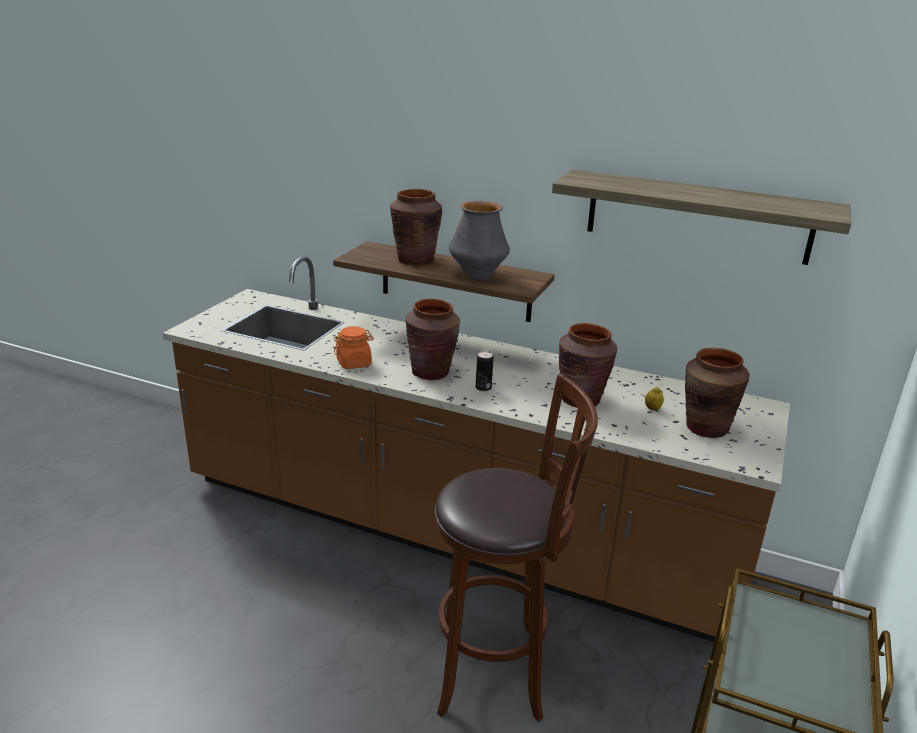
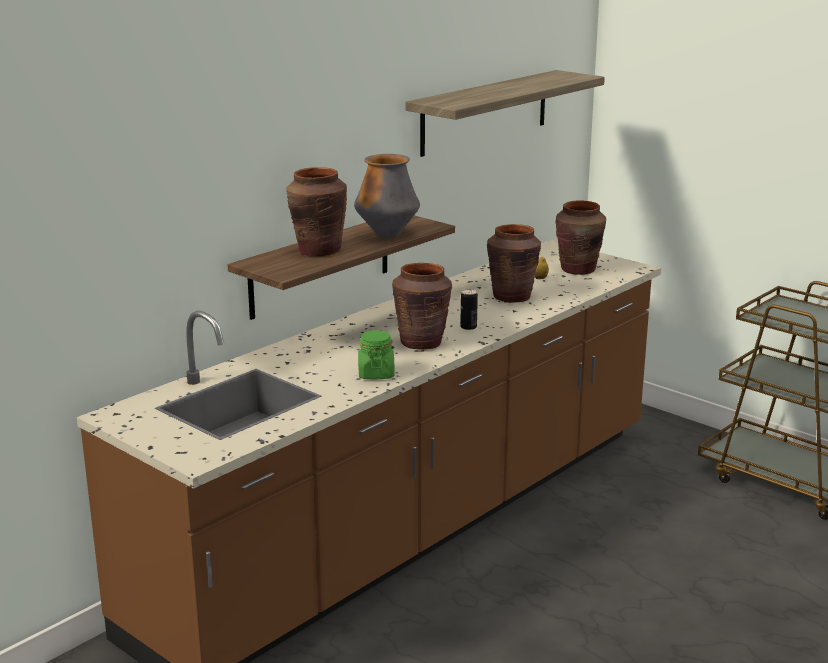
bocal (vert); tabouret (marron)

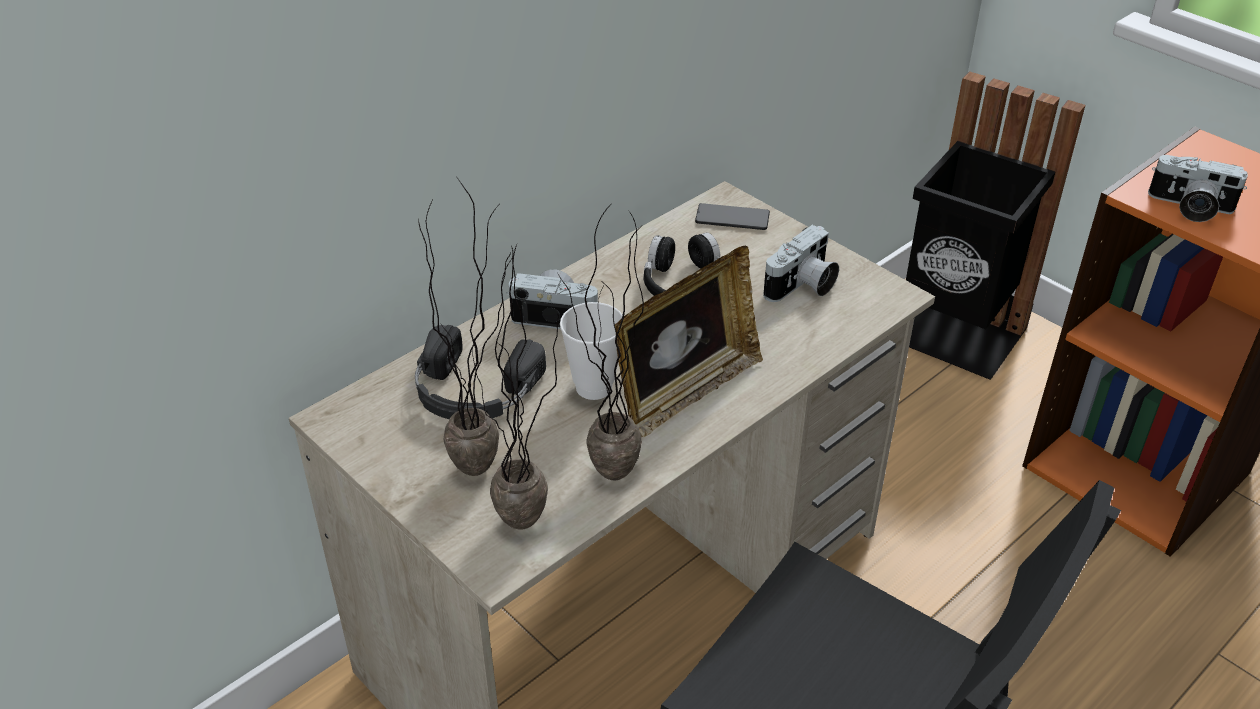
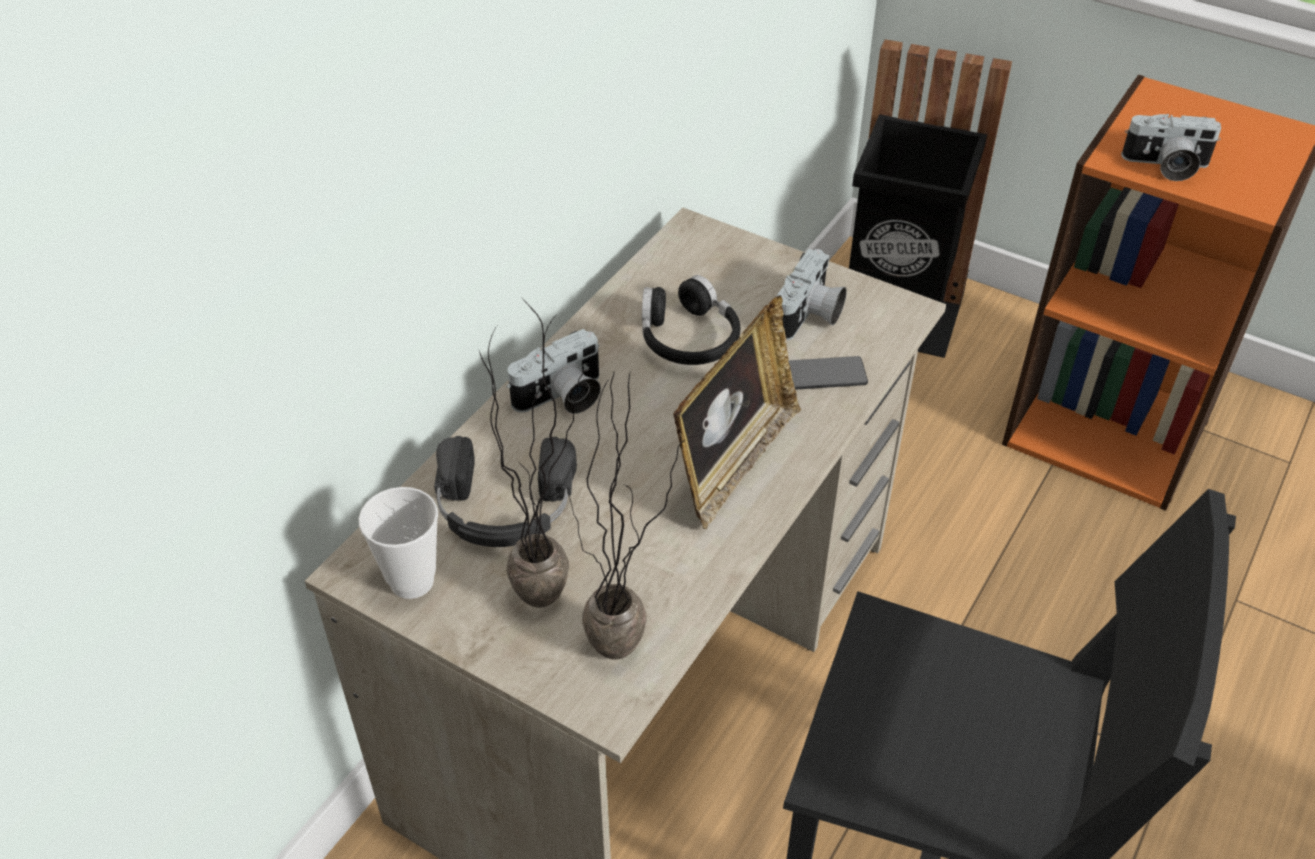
appareil photo (1st from left); plante en pot (3rd from left in the first image); tasse; téléphone

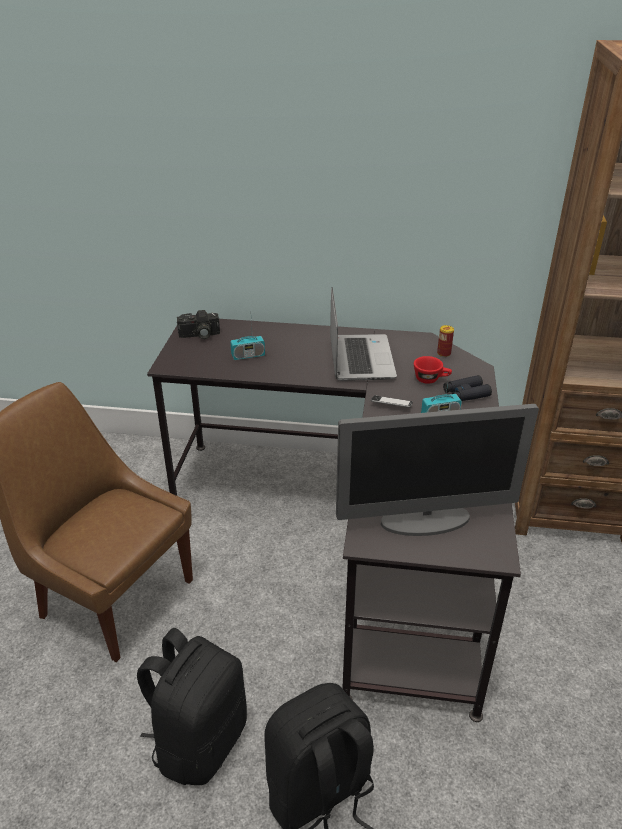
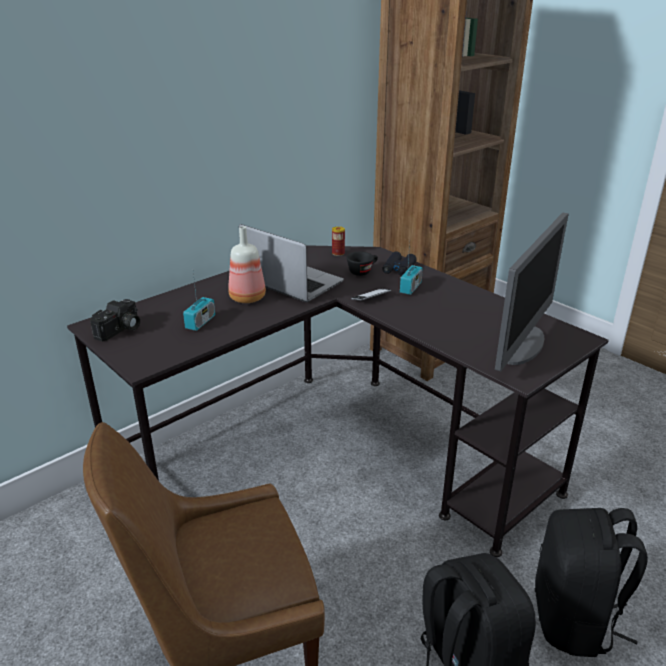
tasse (noir); bouteille

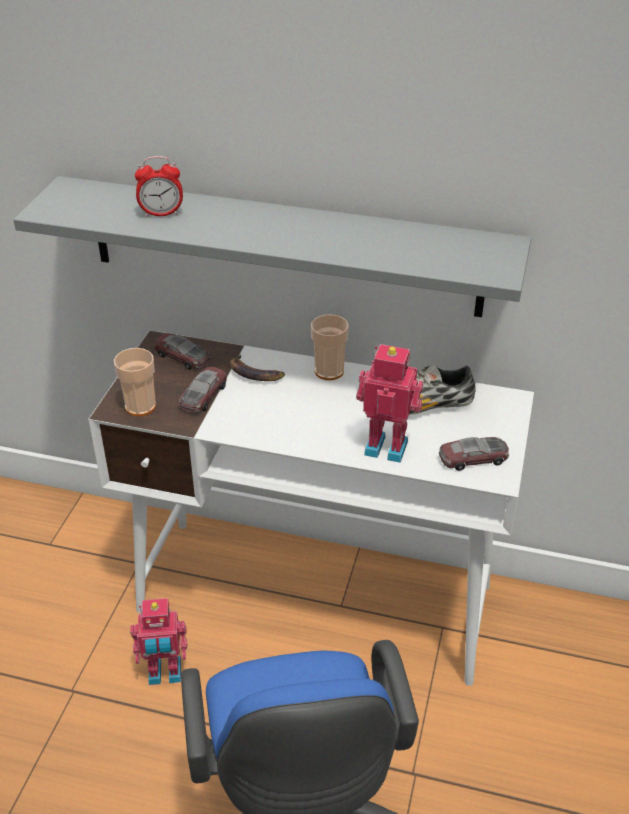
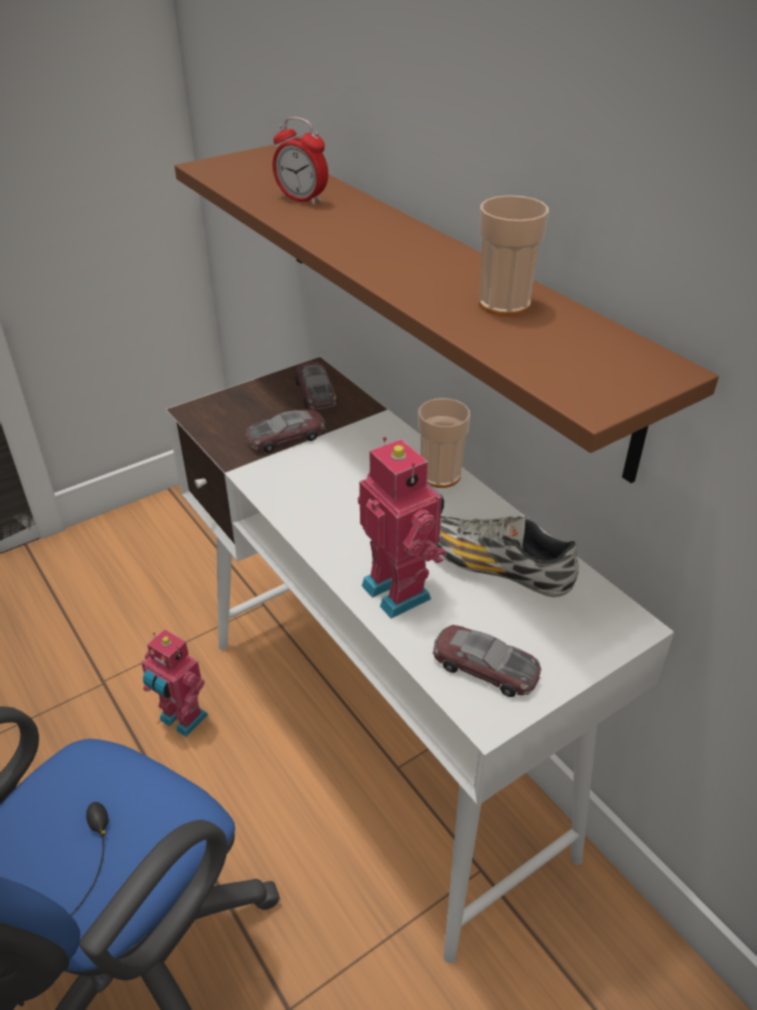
étagère (marron); tasse (2nd from left); banane

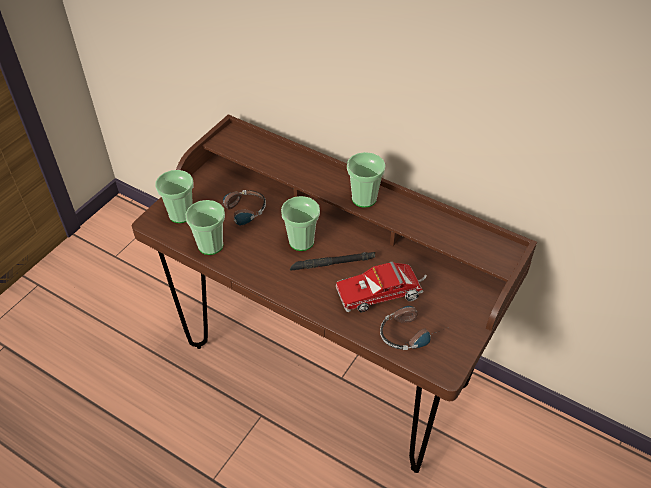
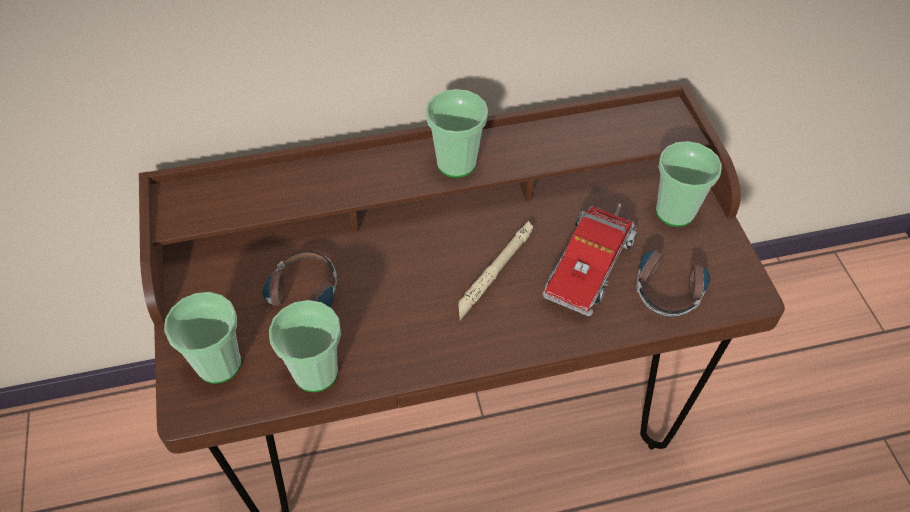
tasse (4th from left); lampe de poche (beige)

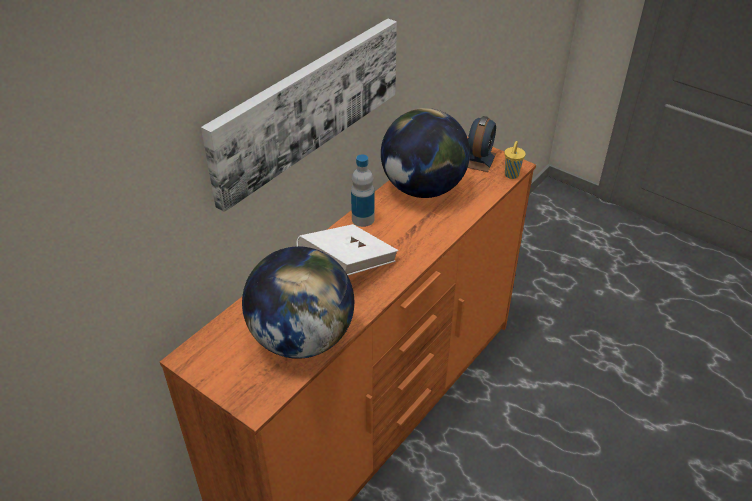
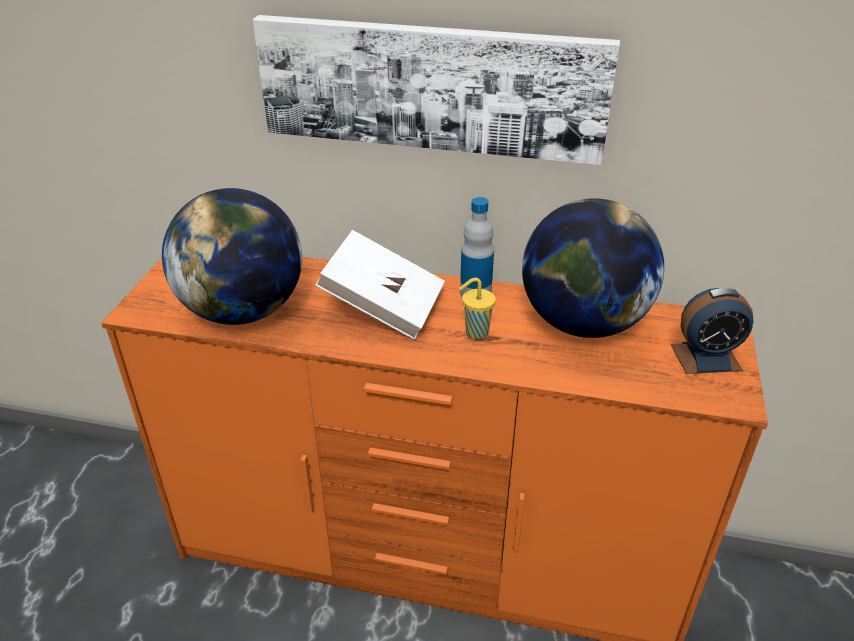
tasse (jaune)

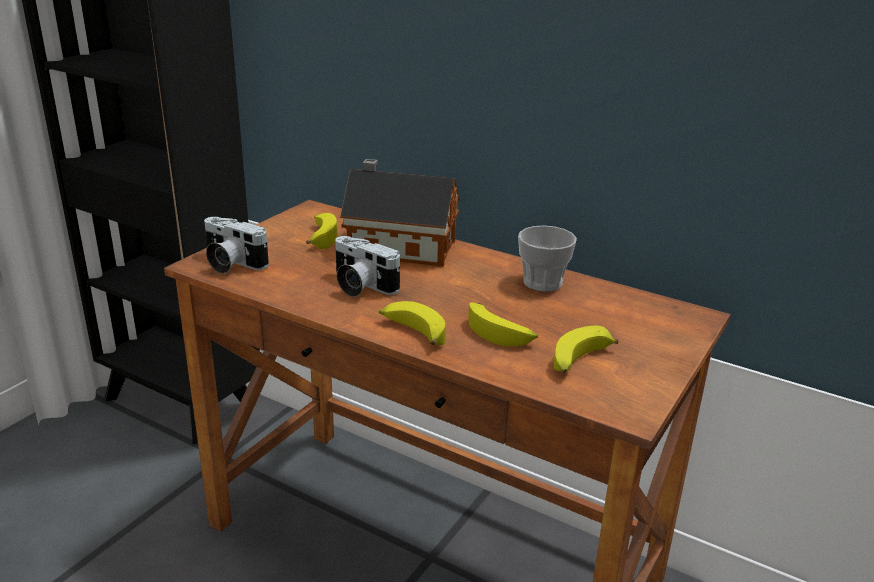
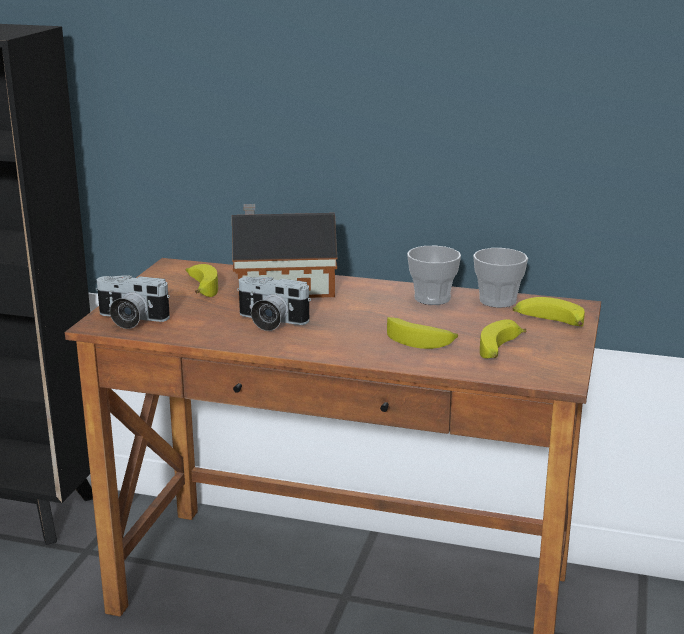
banane (4th from left); tasse (2nd from left)

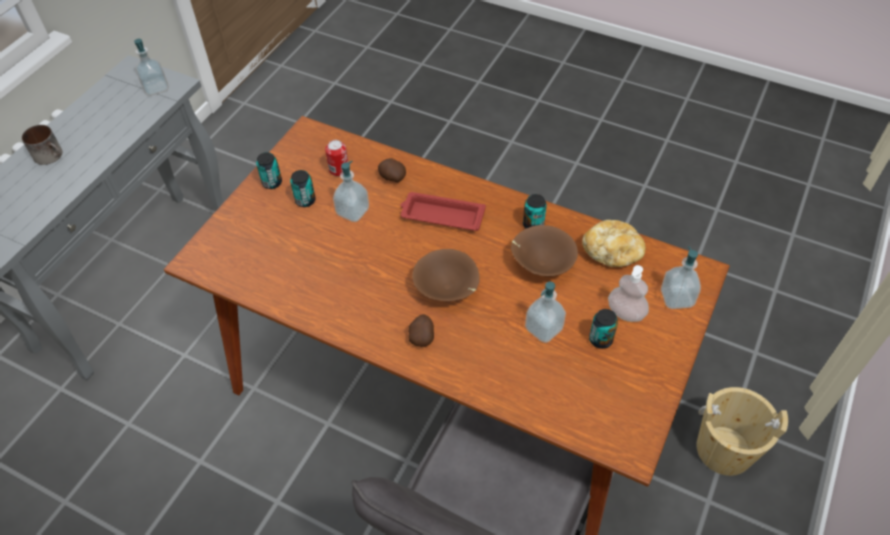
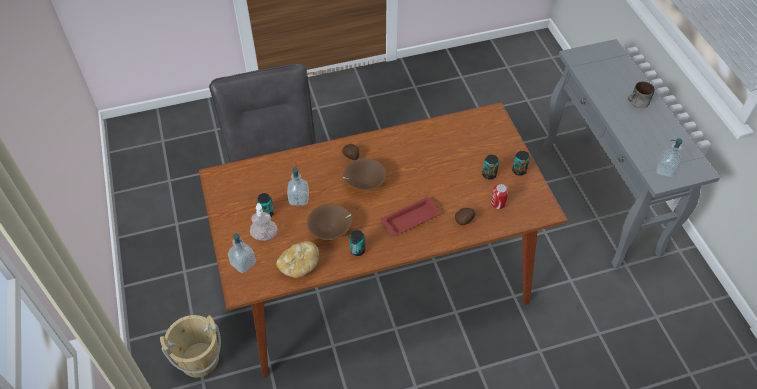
distributeur de savon (2nd from left in the first image)

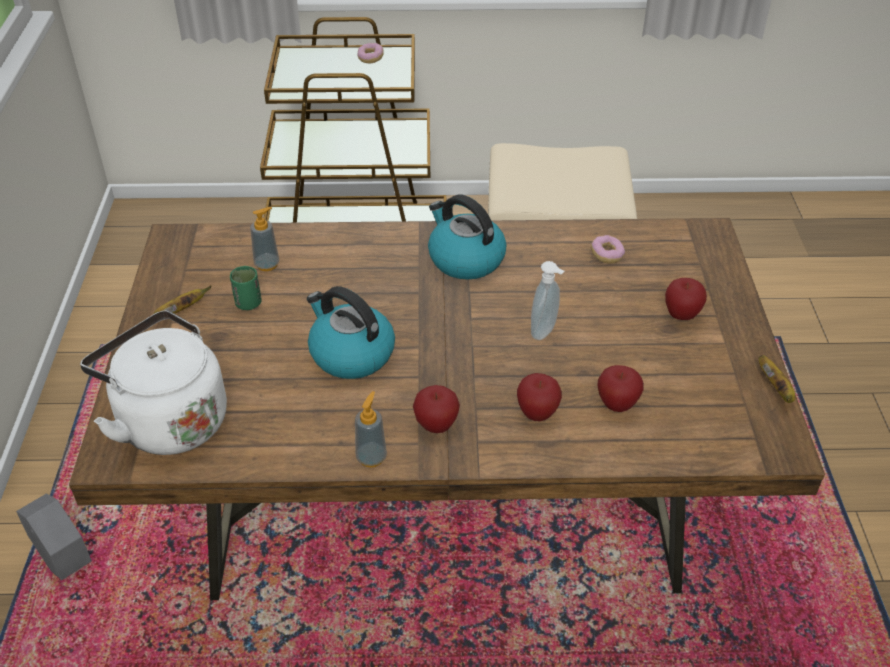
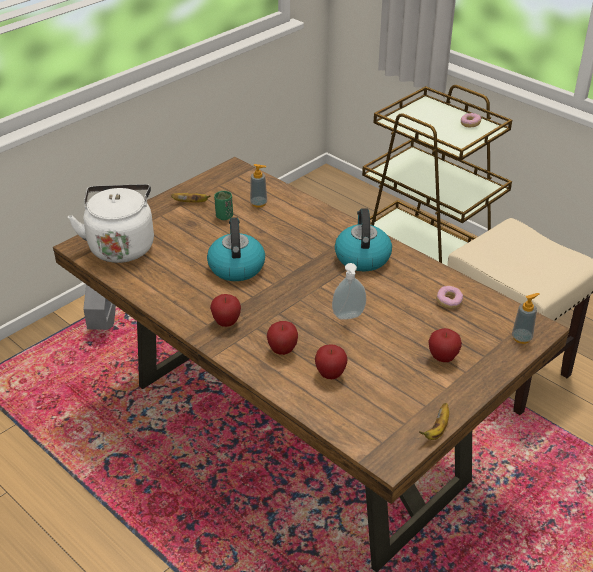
distributeur de savon (3rd from left)

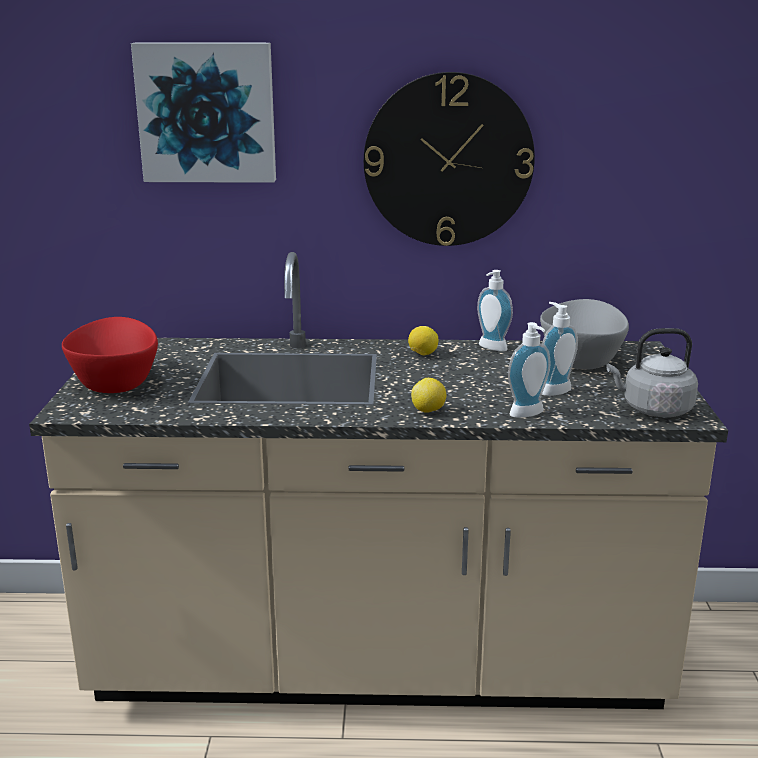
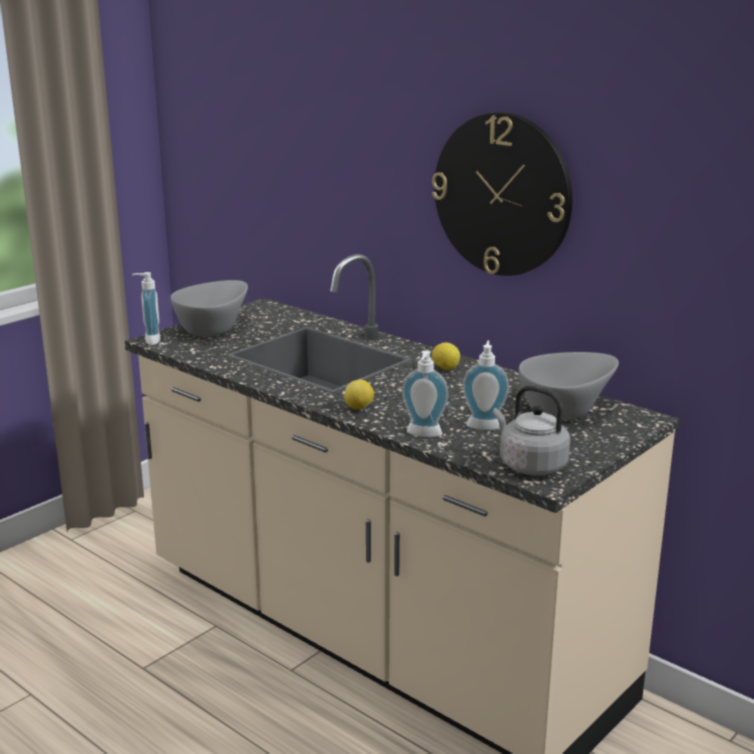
bol (gris) (1st from left); tableau; distributeur de savon (1st from left)

